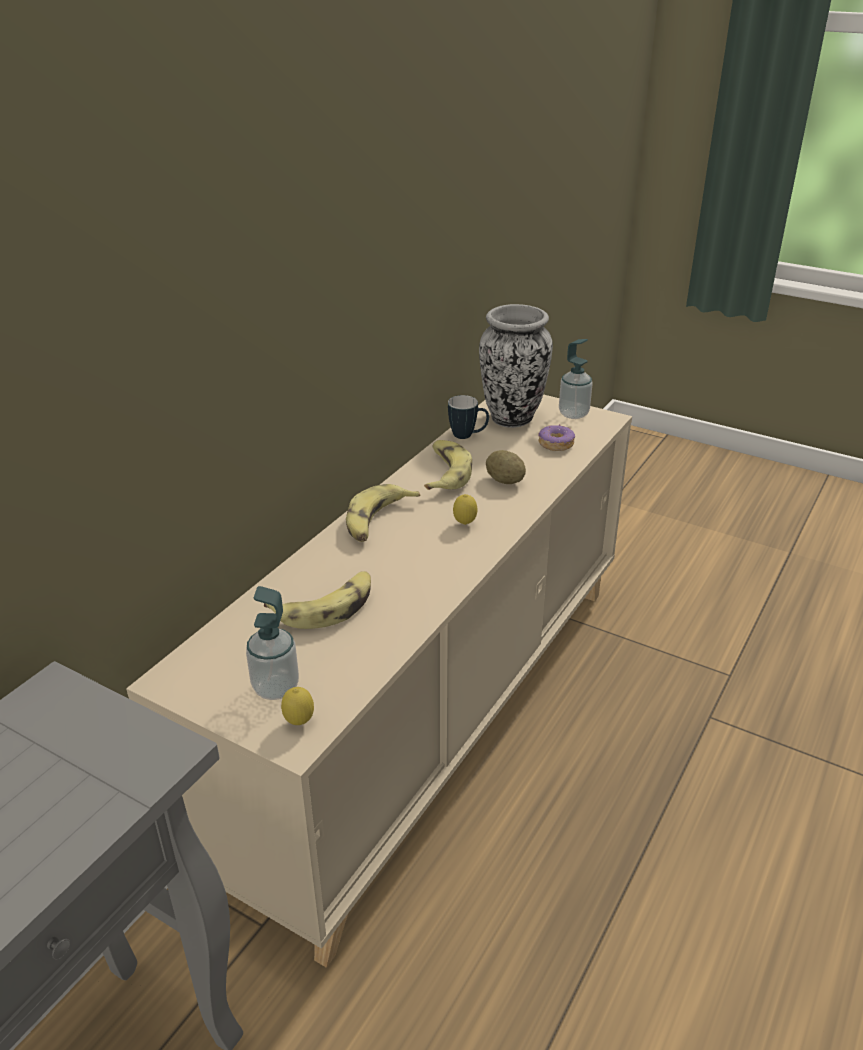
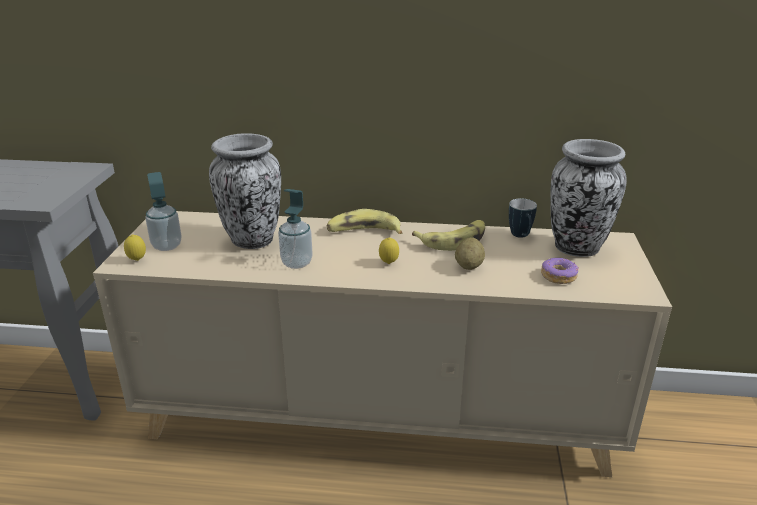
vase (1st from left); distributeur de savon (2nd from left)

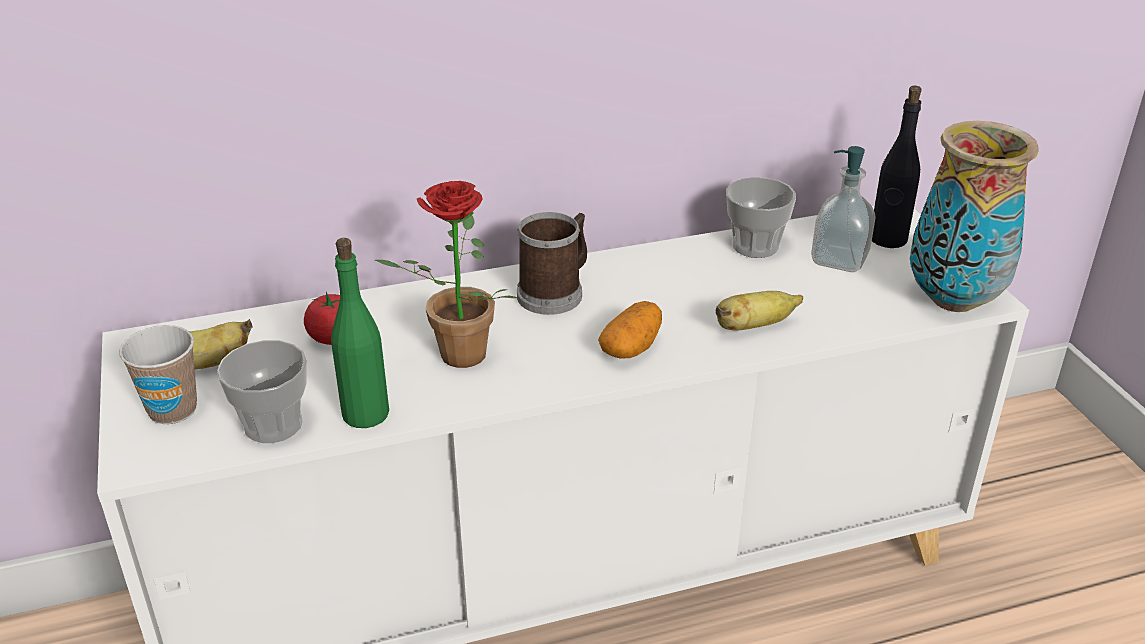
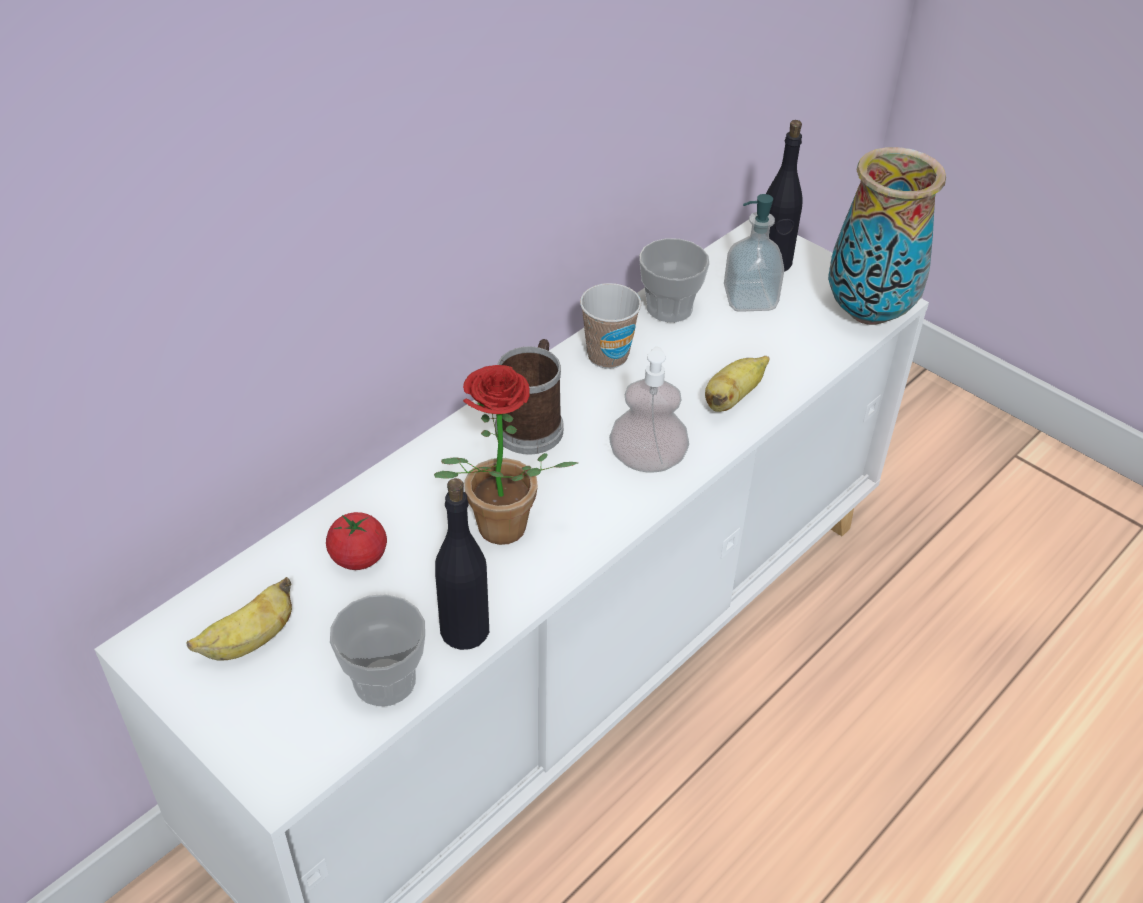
tasse (2nd from left); bouteille (noir) (1st from left); distributeur de savon (1st from left)

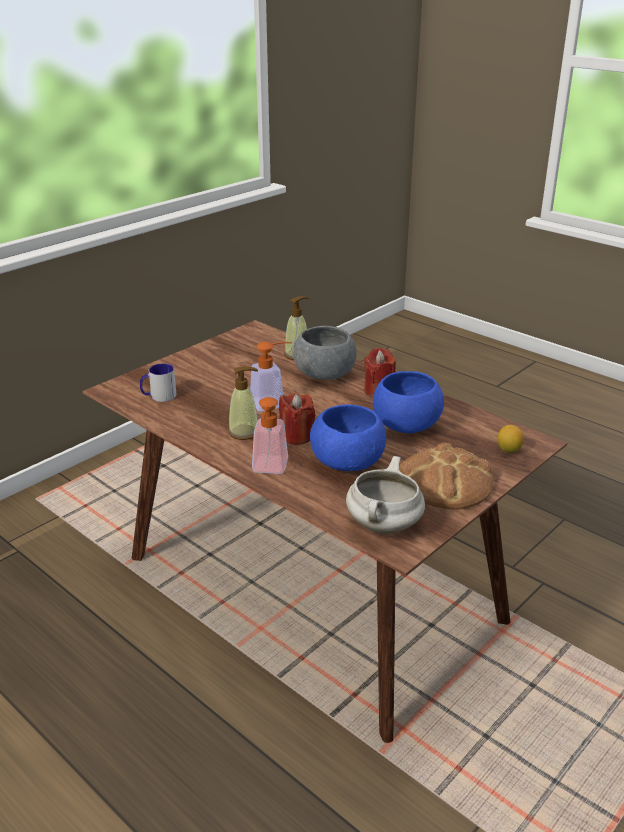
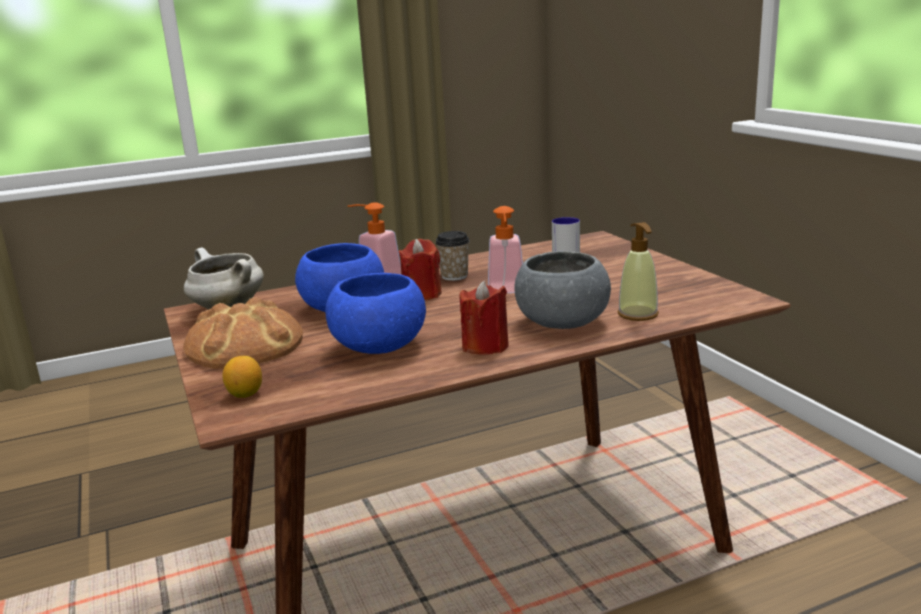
tasse

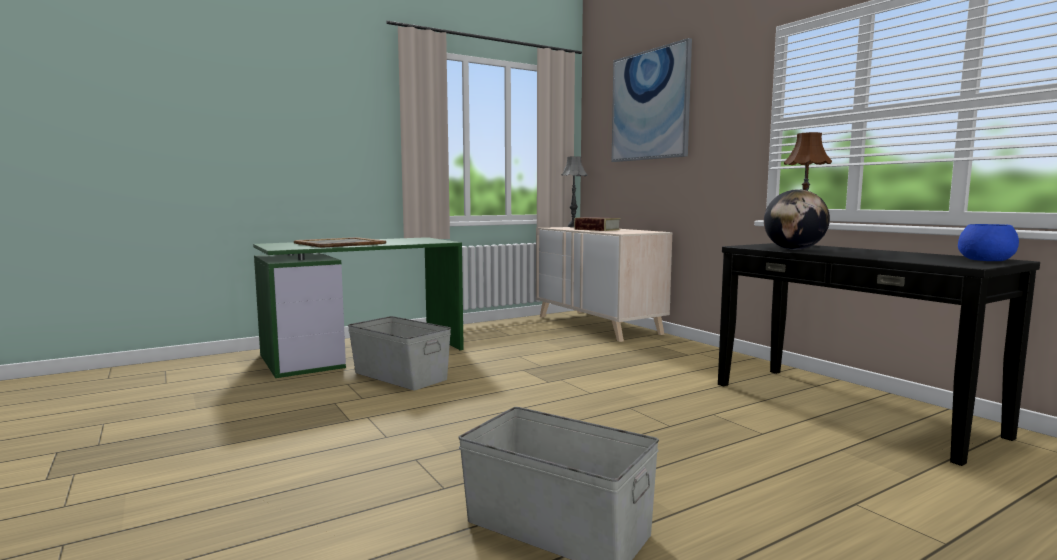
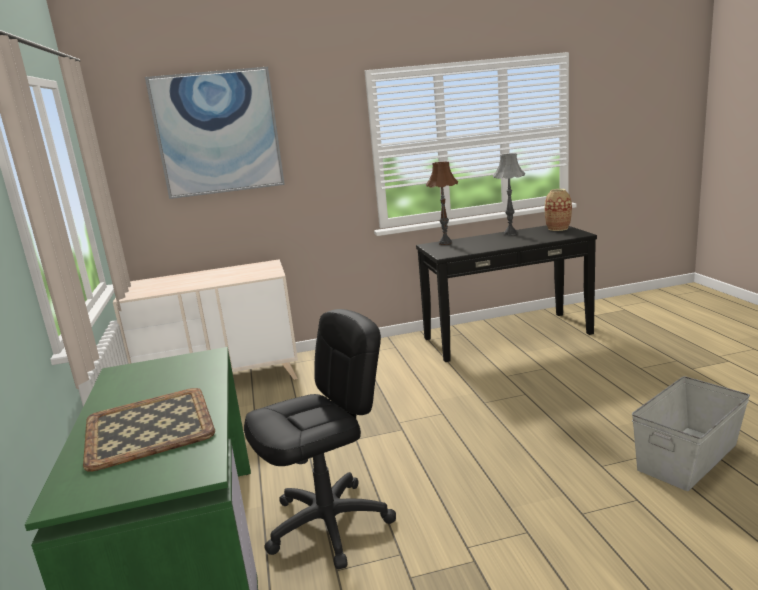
chaise de bureau (noir); lampe de table (gris); livre; globe; vase

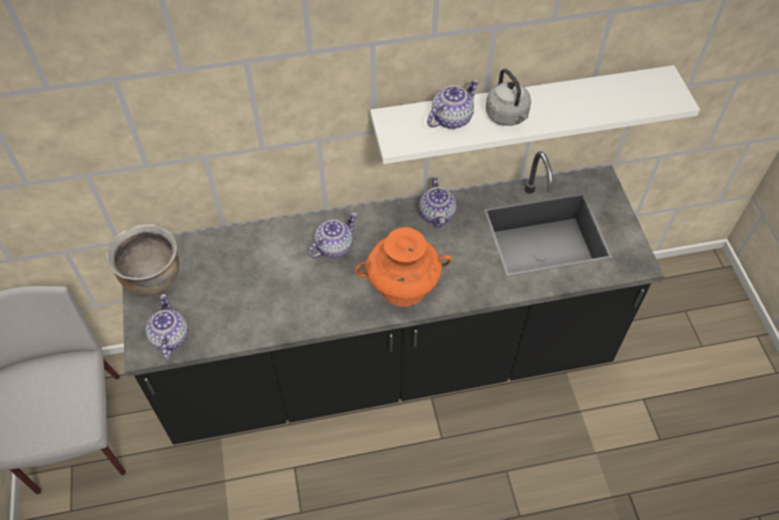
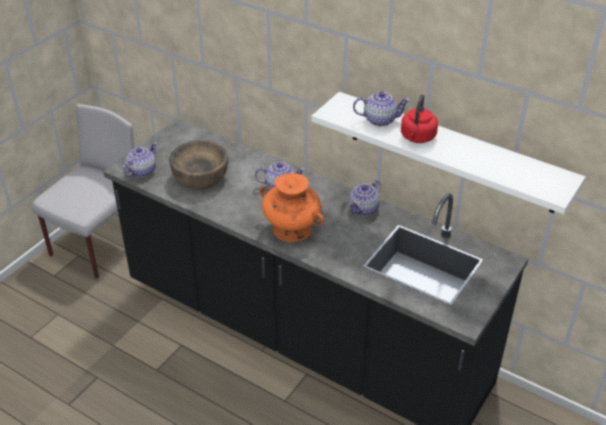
marmite (marron); bouilloire (rouge); bol (marron)

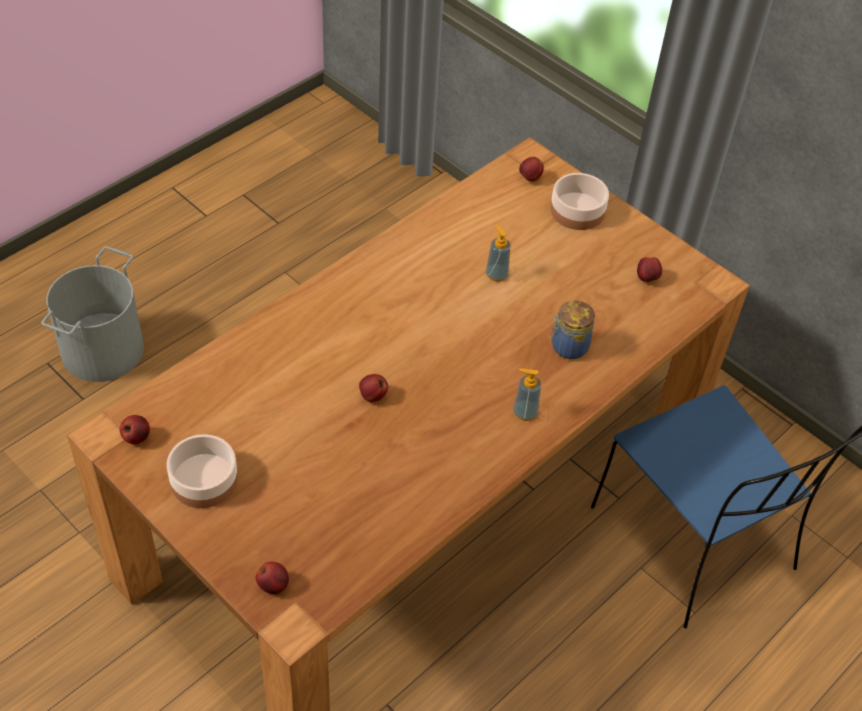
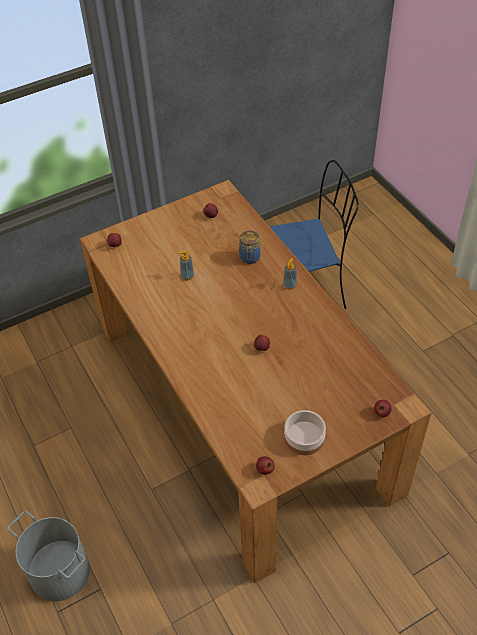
bol (2nd from left in the first image)

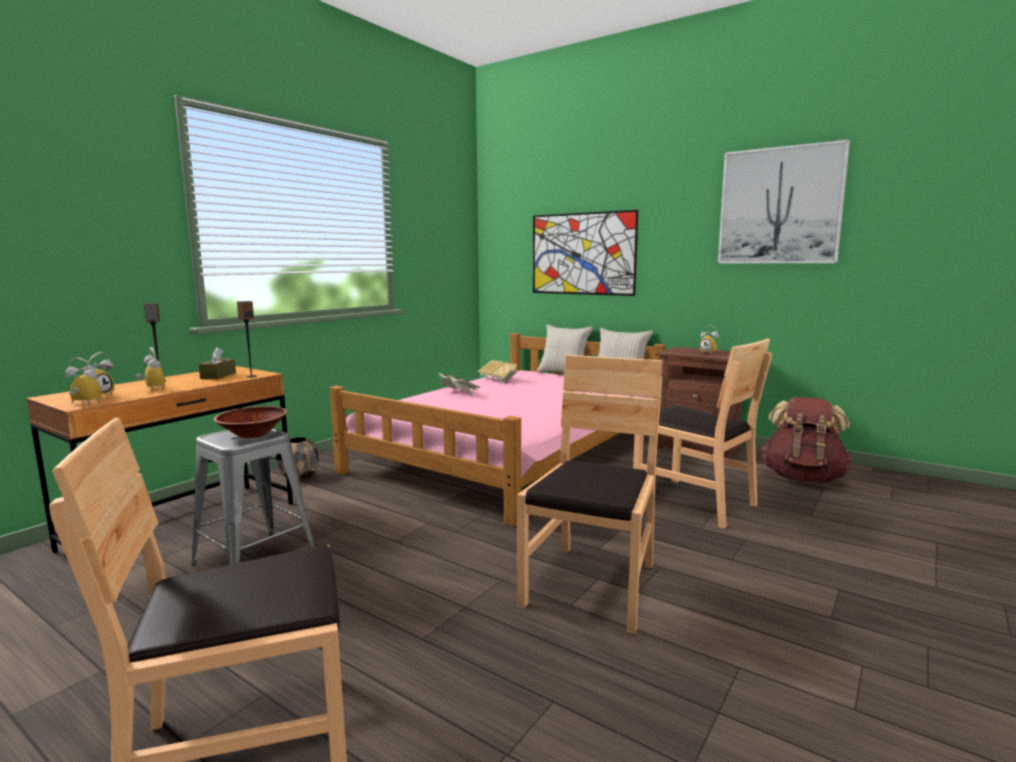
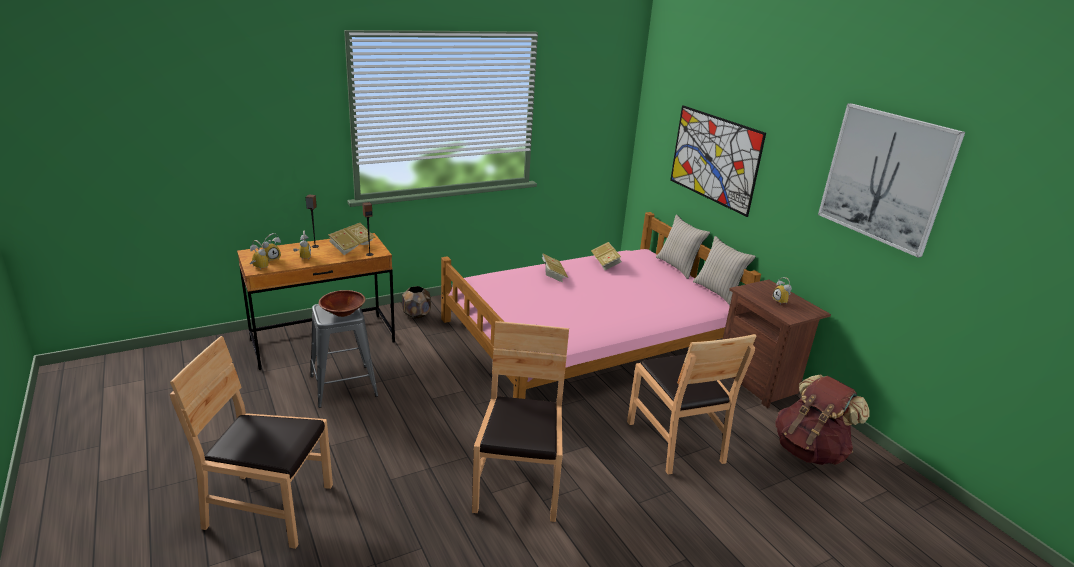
livre (1st from left); chaise (marron) (2nd from left)

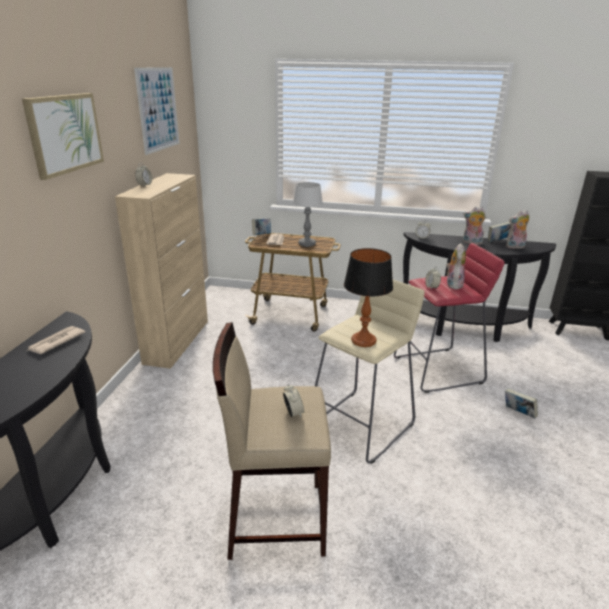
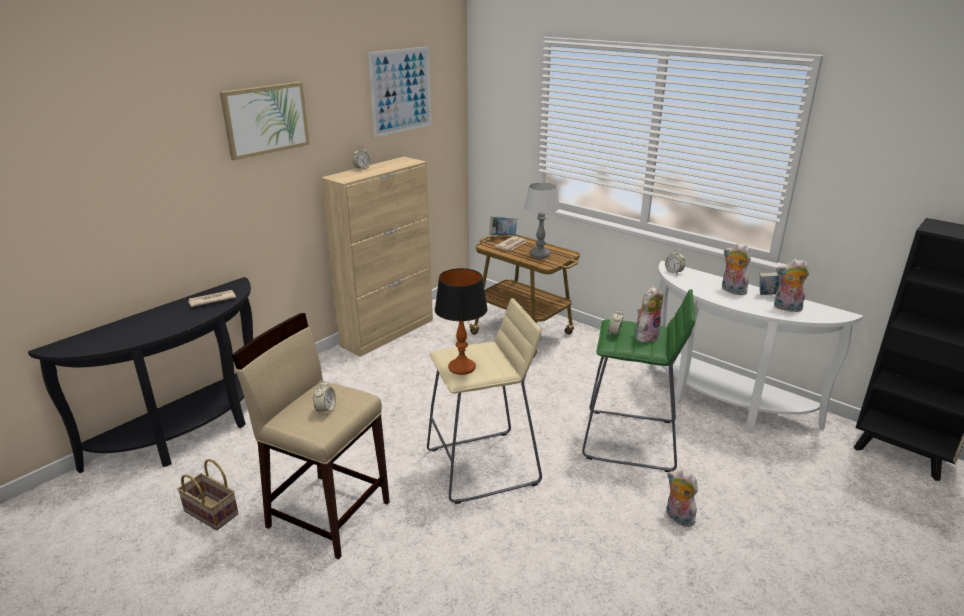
tabouret (vert); table console (blanc); peluche (2nd from left); panier

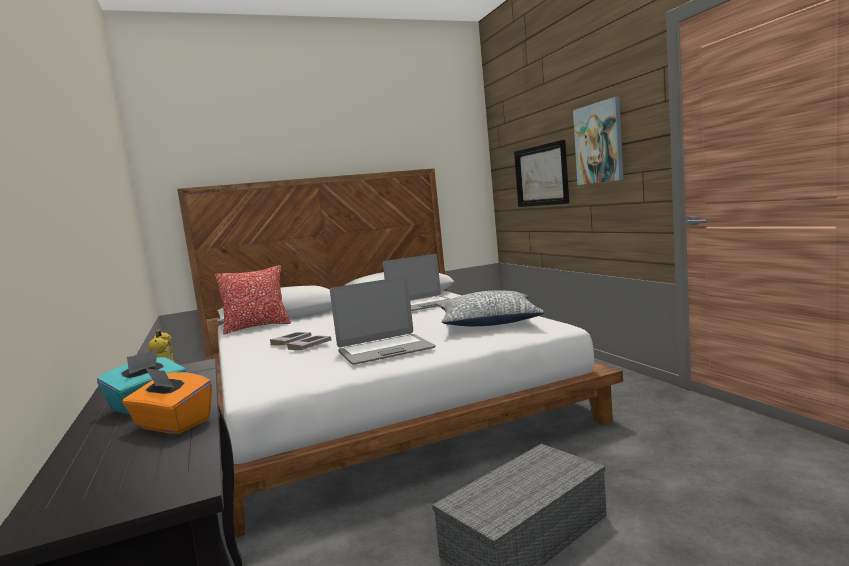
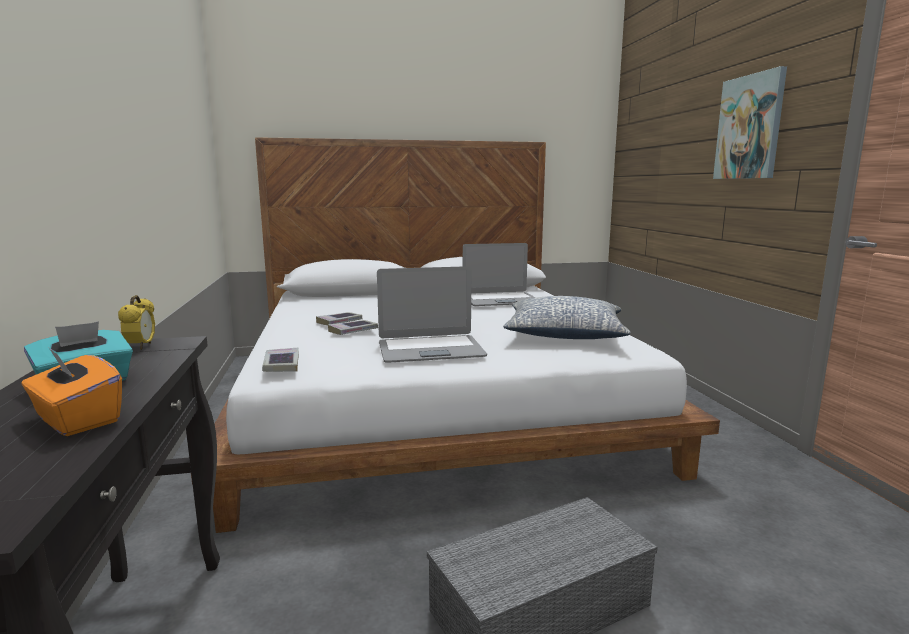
coussin (1st from left in the first image); tableau (1st from left in the first image); livre (1st from left)

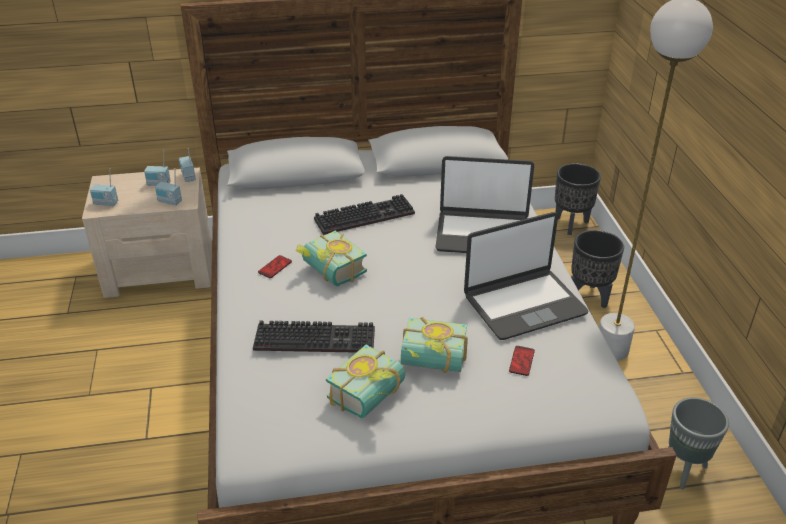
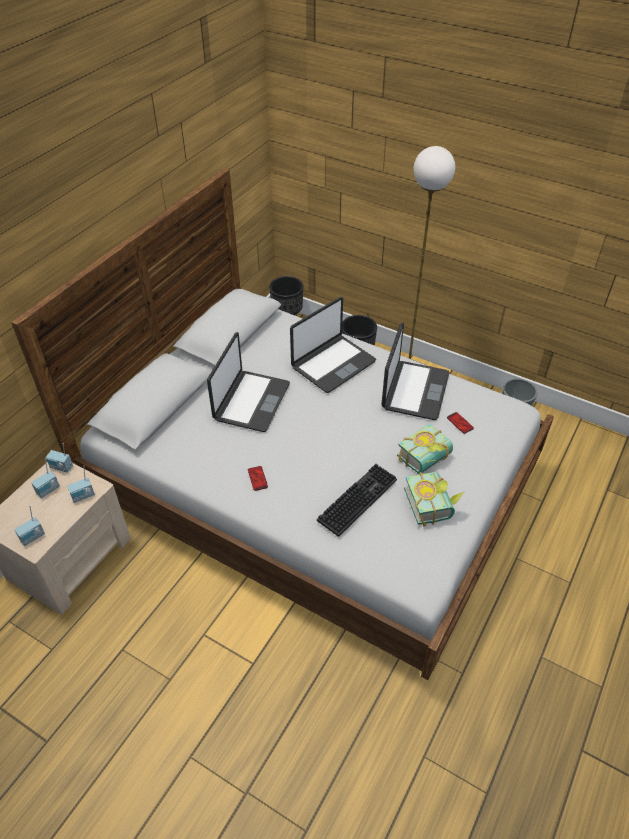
livre (1st from left in the first image); ordinateur portable (1st from left)

